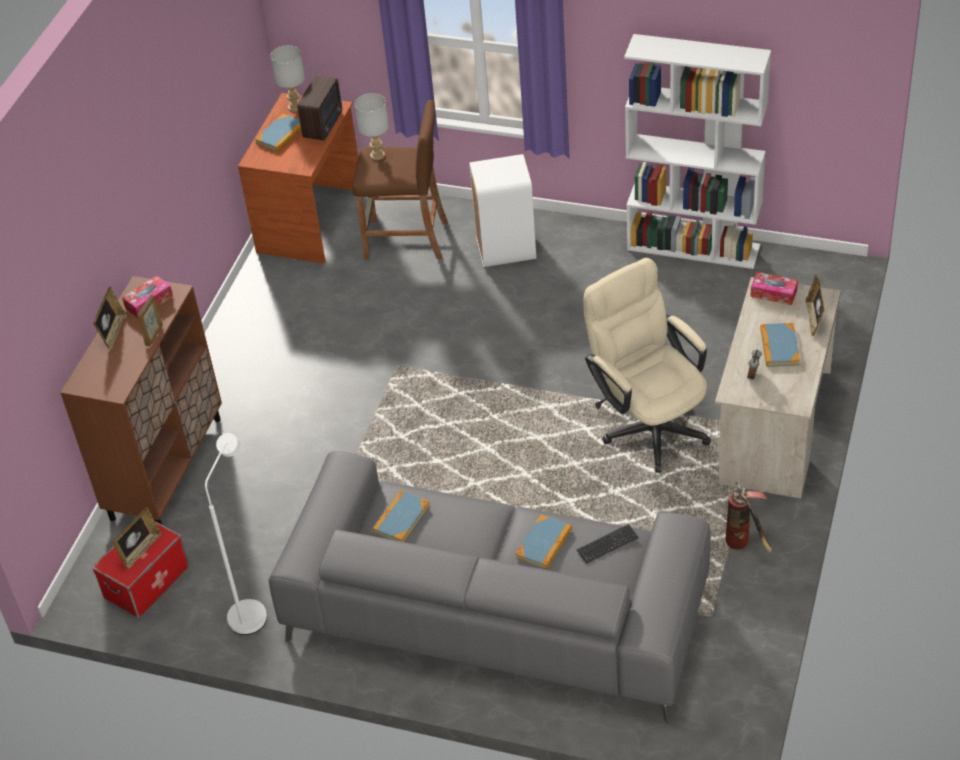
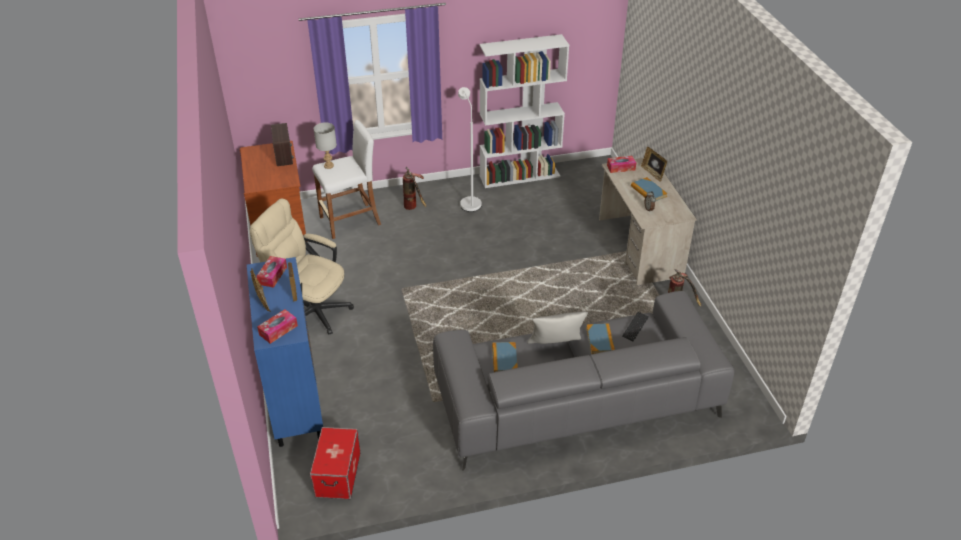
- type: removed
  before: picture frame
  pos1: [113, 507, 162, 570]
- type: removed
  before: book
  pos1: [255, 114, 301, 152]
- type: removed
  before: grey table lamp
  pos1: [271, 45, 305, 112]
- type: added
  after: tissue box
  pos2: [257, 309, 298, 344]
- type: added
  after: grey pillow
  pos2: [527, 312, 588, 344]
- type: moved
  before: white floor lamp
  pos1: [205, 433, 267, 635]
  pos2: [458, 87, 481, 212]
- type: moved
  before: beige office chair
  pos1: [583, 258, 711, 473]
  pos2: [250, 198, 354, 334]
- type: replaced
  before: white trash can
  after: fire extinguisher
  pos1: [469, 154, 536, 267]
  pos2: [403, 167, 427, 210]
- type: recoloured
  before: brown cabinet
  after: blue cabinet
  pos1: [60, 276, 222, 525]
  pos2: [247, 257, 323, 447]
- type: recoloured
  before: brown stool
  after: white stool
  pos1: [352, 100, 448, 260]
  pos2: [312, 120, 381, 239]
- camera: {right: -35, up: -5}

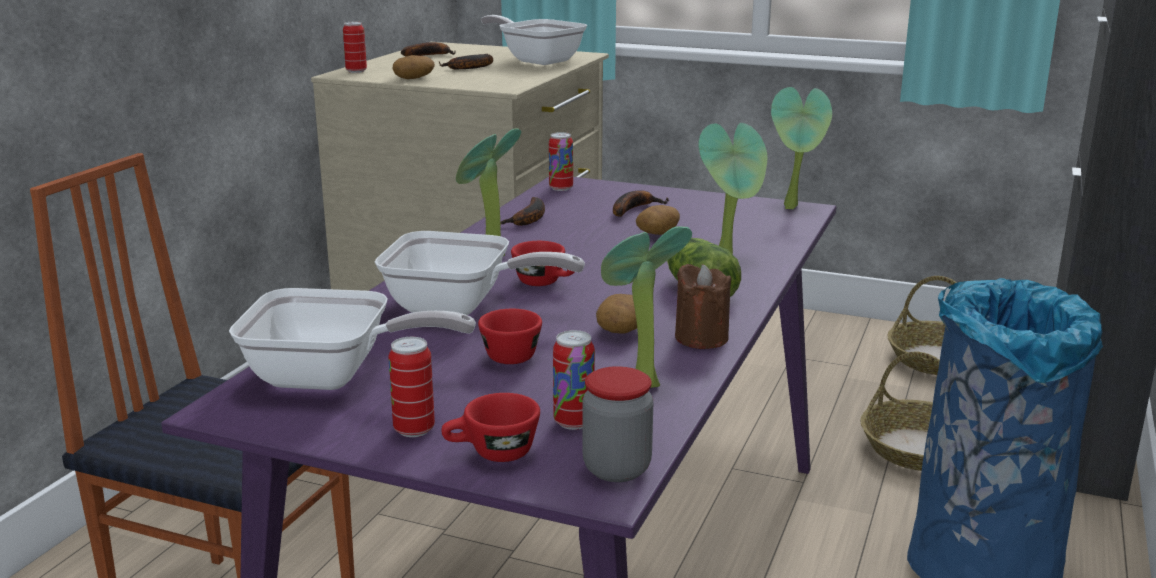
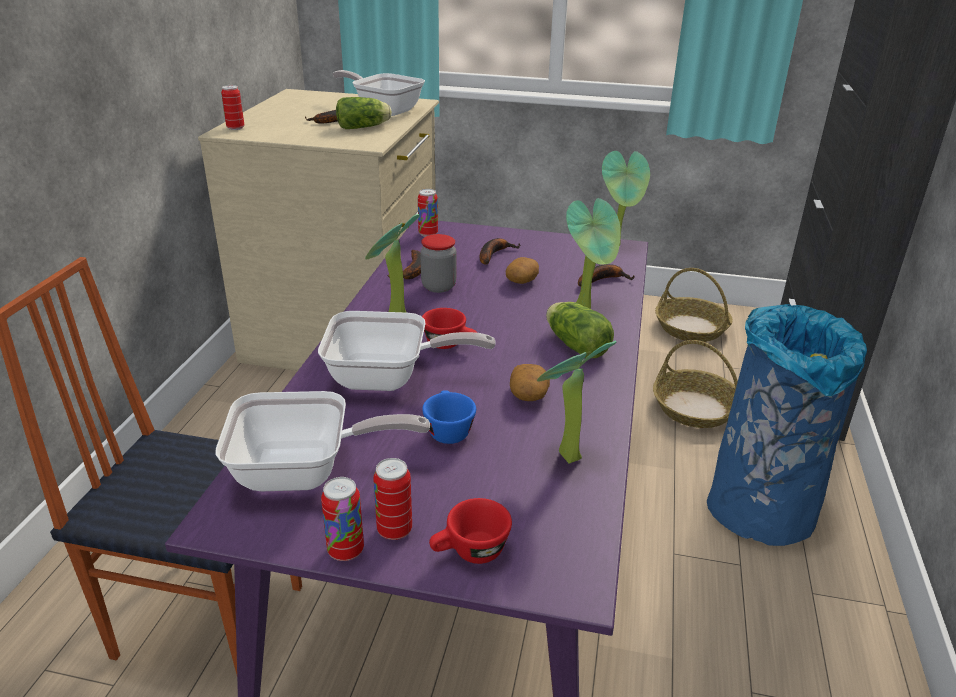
- type: removed
  before: potato
  pos1: [393, 55, 435, 79]
- type: removed
  before: brown candle
  pos1: [675, 264, 731, 349]
- type: added
  after: lettuce
  pos2: [336, 97, 392, 129]
- type: moved
  before: banana
  pos1: [401, 42, 456, 56]
  pos2: [578, 264, 635, 287]
- type: moved
  before: can
  pos1: [553, 330, 595, 430]
  pos2: [321, 477, 364, 561]
- type: moved
  before: jar
  pos1: [582, 366, 653, 482]
  pos2: [420, 234, 456, 293]
- type: recoloured
  before: red cup
  after: blue cup
  pos1: [478, 309, 542, 364]
  pos2: [422, 390, 476, 444]
- camera: {right: -10, up: 10}

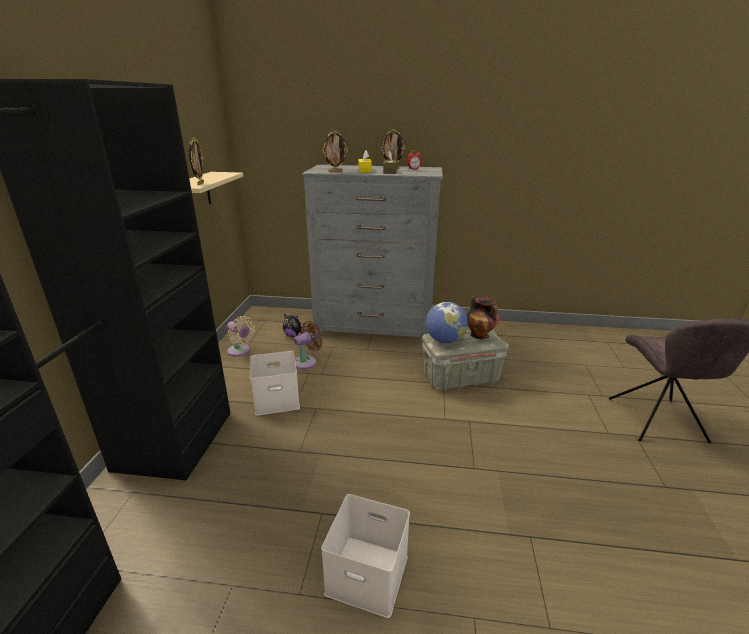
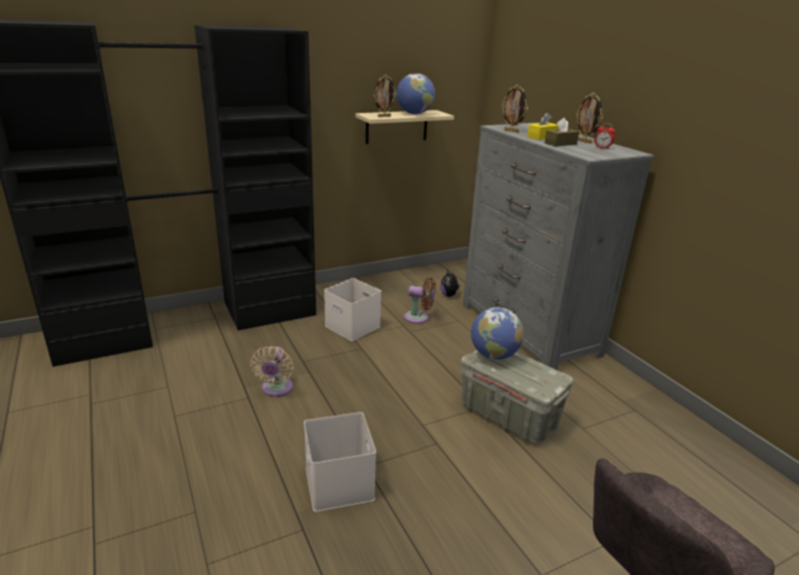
- type: removed
  before: vase
  pos1: [466, 296, 499, 339]
- type: added
  after: globe
  pos2: [396, 73, 435, 114]
- type: moved
  before: beige fan
  pos1: [227, 316, 255, 357]
  pos2: [250, 346, 294, 397]
- type: moved
  before: white storage box
  pos1: [321, 494, 410, 618]
  pos2: [304, 412, 376, 512]
- camera: {right: 55, up: 0}

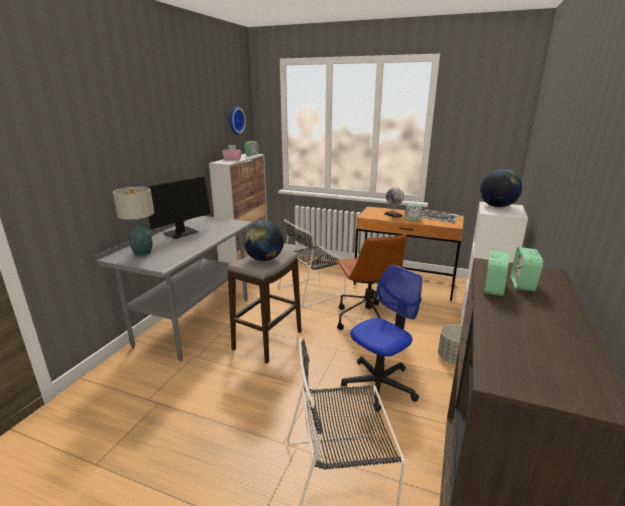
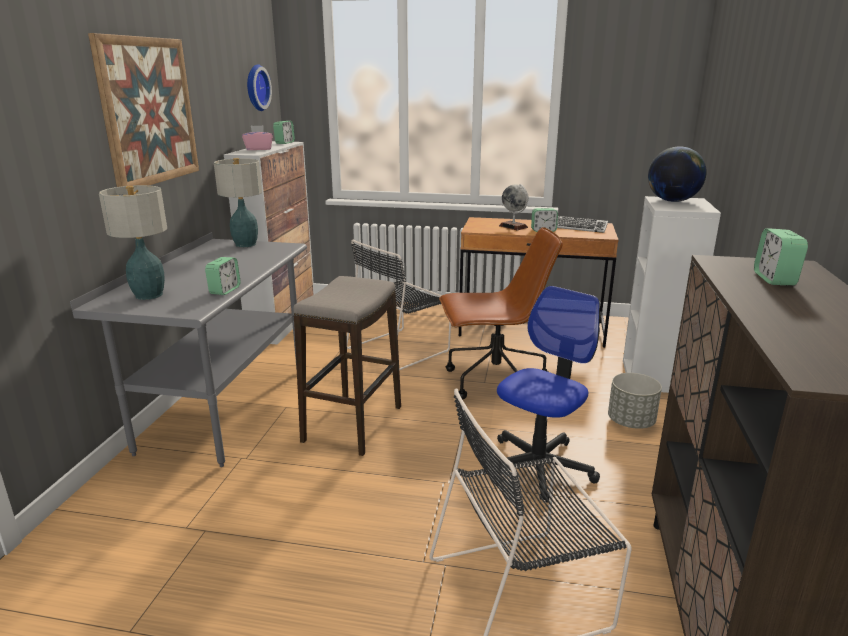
- type: removed
  before: monitor
  pos1: [148, 177, 211, 239]
- type: removed
  before: globe
  pos1: [243, 221, 284, 261]
- type: added
  after: picture
  pos2: [88, 33, 199, 187]
- type: added
  after: table lamp
  pos2: [214, 158, 262, 247]
- type: moved
  before: alarm clock
  pos1: [484, 251, 509, 296]
  pos2: [205, 257, 241, 295]
- type: turned
  before: brown office chair
  pos1: [335, 235, 407, 330]
  pos2: [439, 227, 563, 400]
  turn: -75
- camera: {right: -10, up: 0}

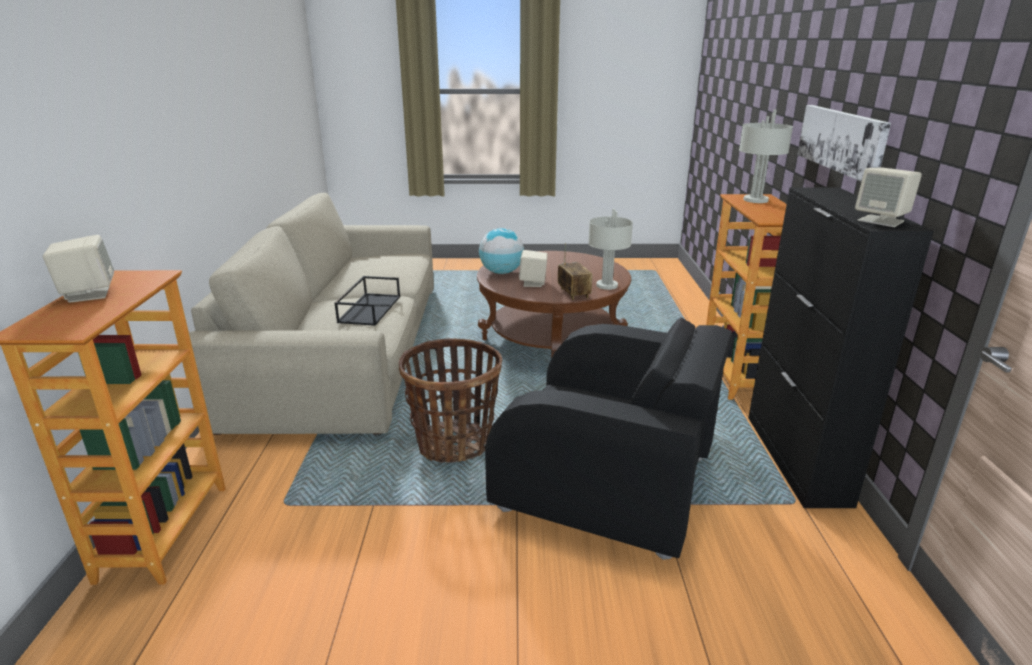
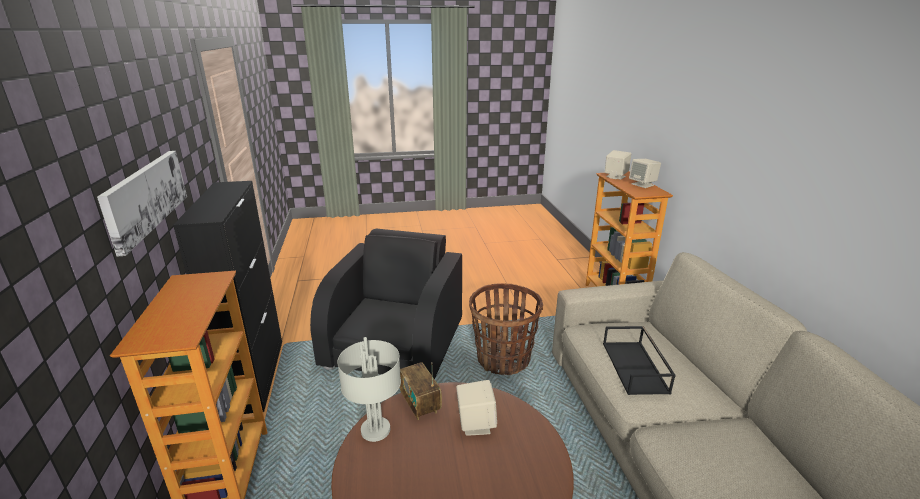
- type: removed
  before: globe
  pos1: [479, 228, 524, 274]
- type: removed
  before: grey table lamp
  pos1: [739, 109, 793, 203]
- type: moved
  before: beige speaker
  pos1: [855, 168, 922, 227]
  pos2: [605, 150, 631, 180]
- type: turned
  before: black armchair
  pos1: [485, 317, 732, 560]
  pos2: [310, 229, 462, 379]
  turn: 90
- camera: {right: 170, up: 0}

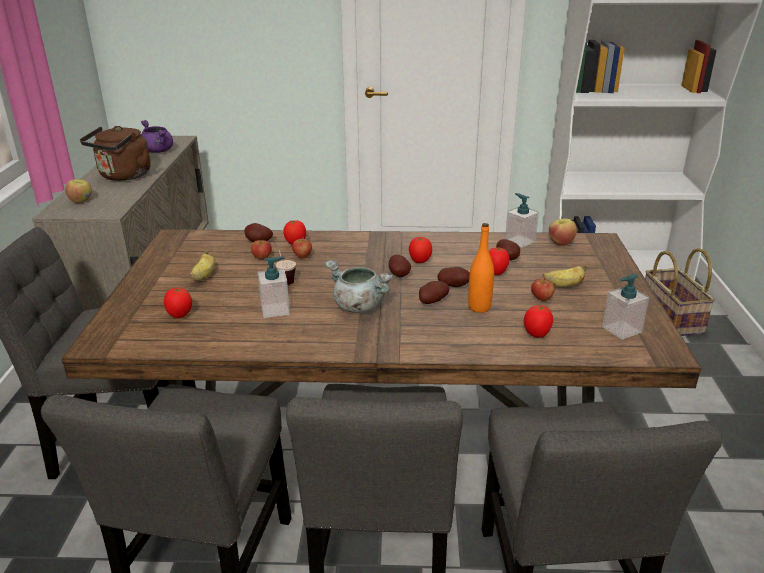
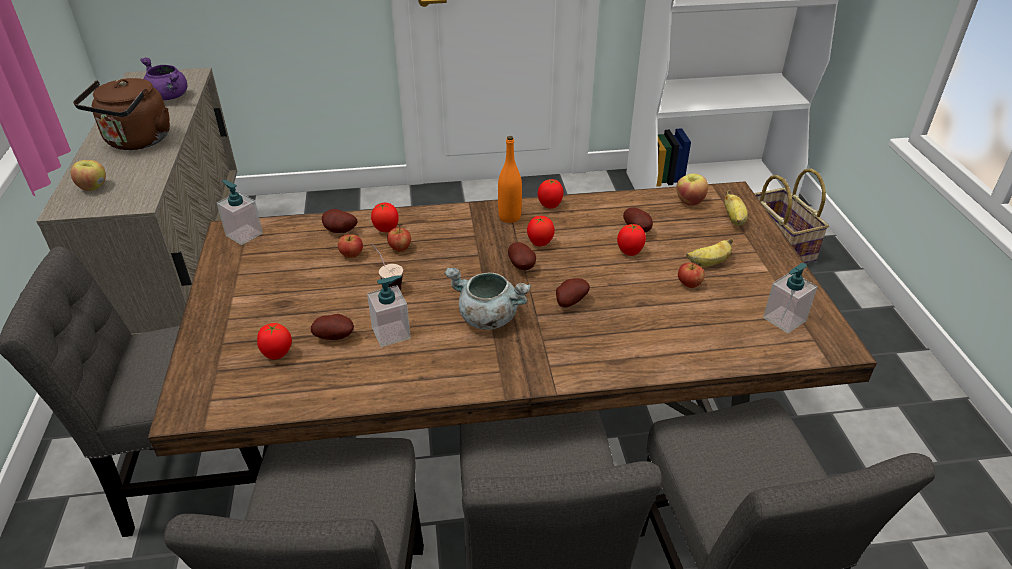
- type: moved
  before: banana
  pos1: [189, 250, 215, 281]
  pos2: [725, 190, 748, 226]
- type: moved
  before: potato
  pos1: [437, 267, 470, 287]
  pos2: [311, 314, 354, 340]
- type: moved
  before: orange bottle
  pos1: [468, 223, 494, 313]
  pos2: [498, 136, 522, 223]
- type: moved
  before: soap dispenser
  pos1: [505, 193, 539, 248]
  pos2: [217, 180, 263, 245]
- type: moved
  before: tomato
  pos1: [524, 305, 553, 338]
  pos2: [538, 179, 564, 209]
- camera: {right: -10, up: 10}

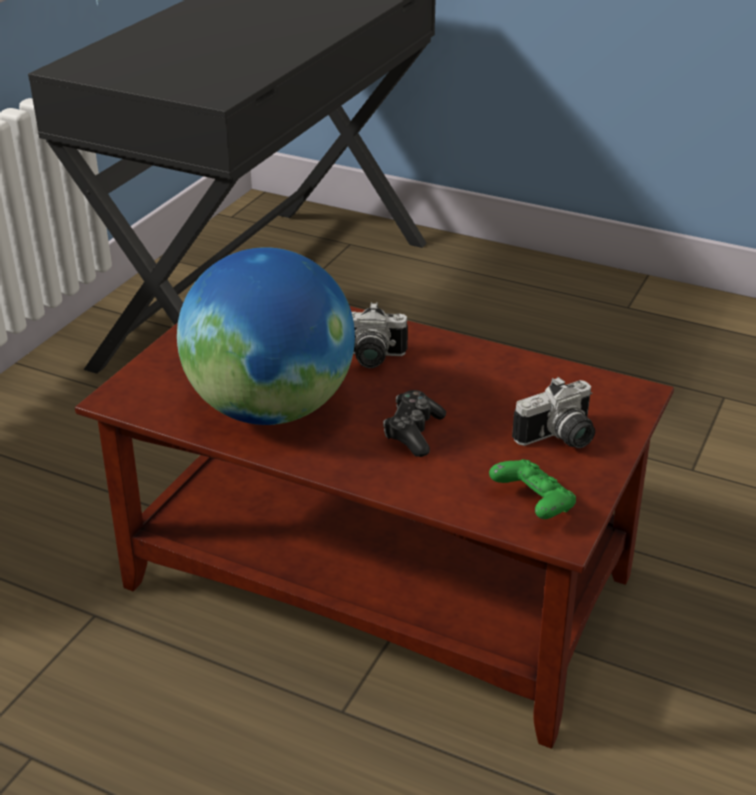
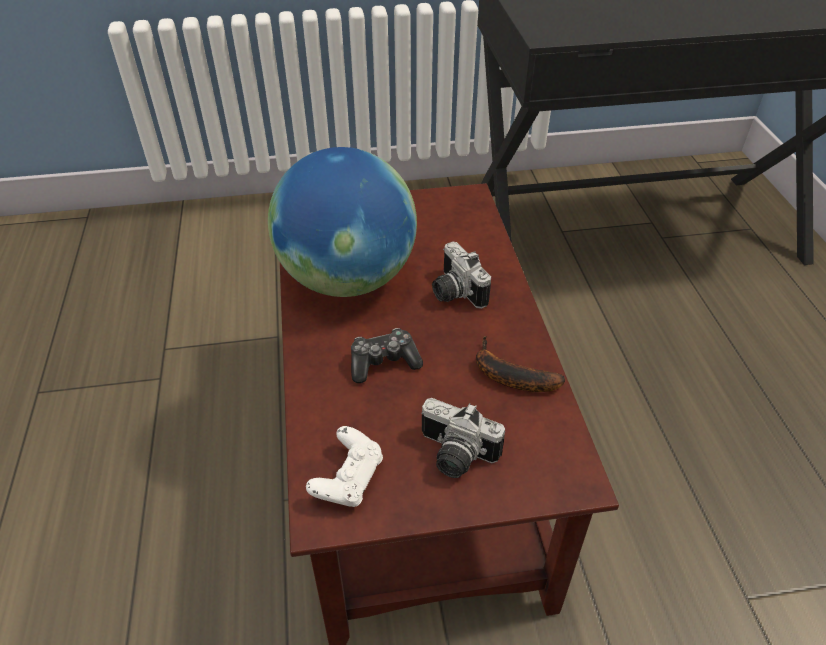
- type: added
  after: banana
  pos2: [476, 336, 565, 392]
- type: recoloured
  before: green game controller
  after: white game controller
  pos1: [489, 459, 576, 519]
  pos2: [306, 426, 383, 507]
- camera: {right: 55, up: 10}

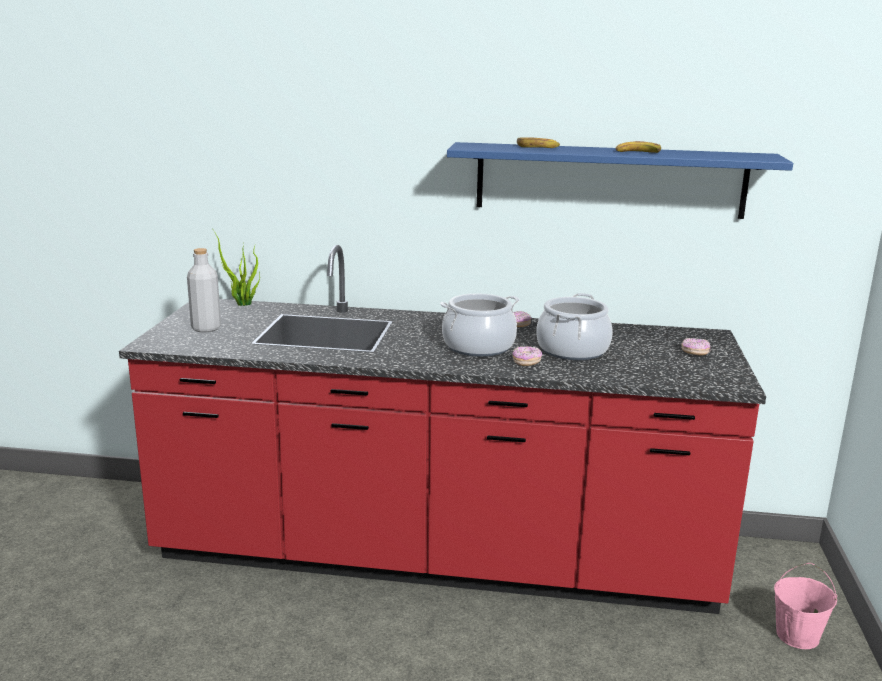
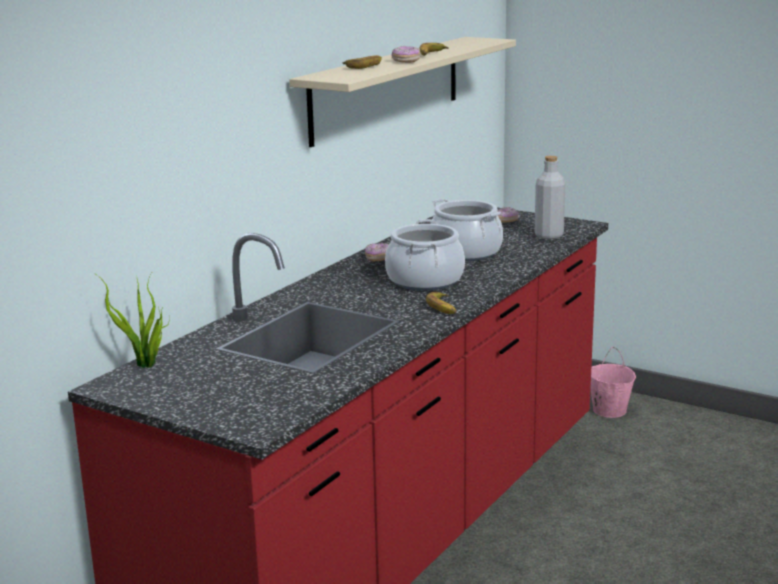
- type: added
  after: banana
  pos2: [426, 292, 457, 314]
- type: moved
  before: grey bottle
  pos1: [187, 248, 221, 332]
  pos2: [535, 156, 565, 239]
- type: moved
  before: donut
  pos1: [513, 346, 542, 366]
  pos2: [391, 46, 420, 63]
- type: recoloured
  before: blue shelf
  after: beige shelf
  pos1: [447, 142, 793, 219]
  pos2: [290, 37, 516, 147]
- camera: {right: -65, up: 0}

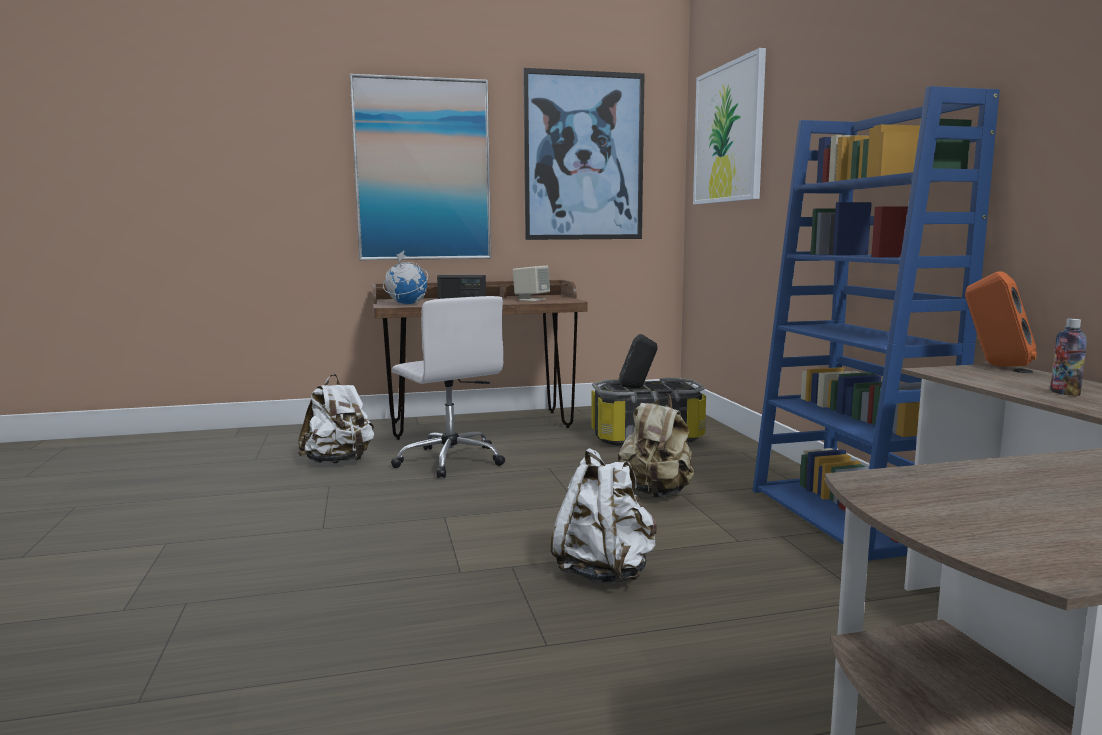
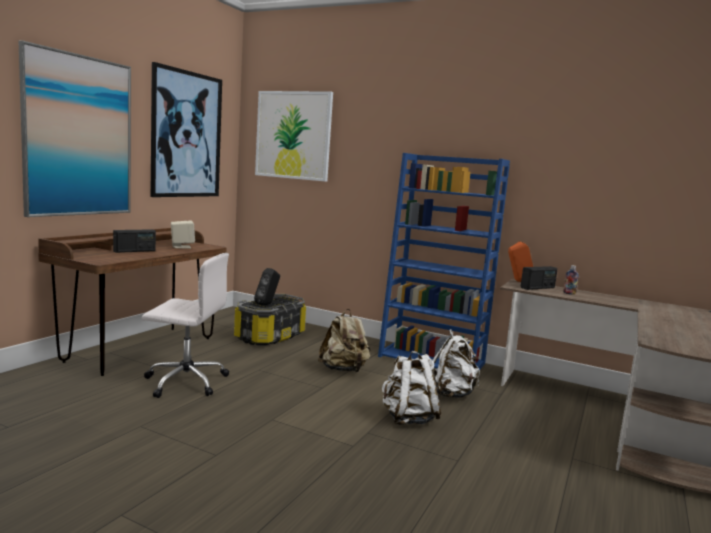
- type: removed
  before: globe
  pos1: [383, 250, 428, 304]
- type: added
  after: radio
  pos2: [521, 266, 557, 290]
- type: moved
  before: white backpack
  pos1: [298, 374, 375, 463]
  pos2: [433, 329, 480, 398]
- camera: {right: -50, up: 0}

